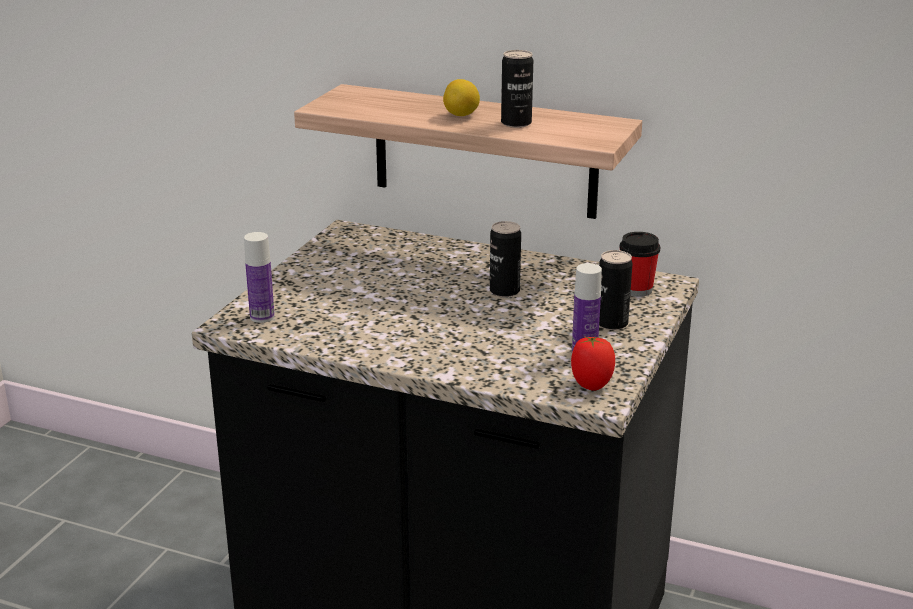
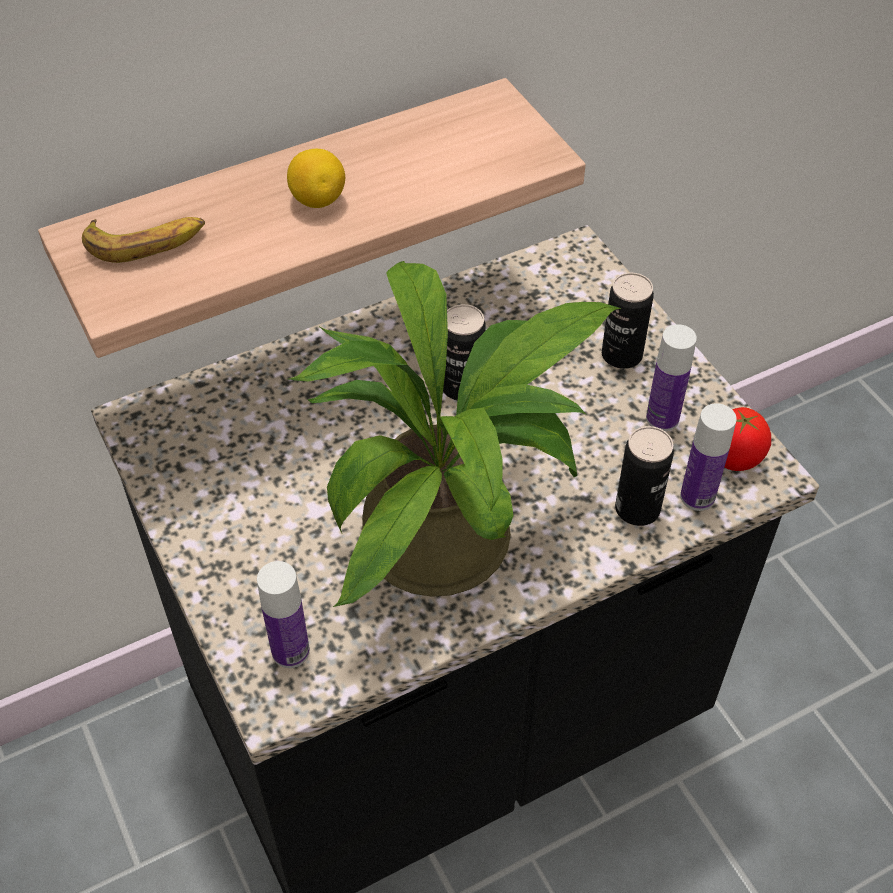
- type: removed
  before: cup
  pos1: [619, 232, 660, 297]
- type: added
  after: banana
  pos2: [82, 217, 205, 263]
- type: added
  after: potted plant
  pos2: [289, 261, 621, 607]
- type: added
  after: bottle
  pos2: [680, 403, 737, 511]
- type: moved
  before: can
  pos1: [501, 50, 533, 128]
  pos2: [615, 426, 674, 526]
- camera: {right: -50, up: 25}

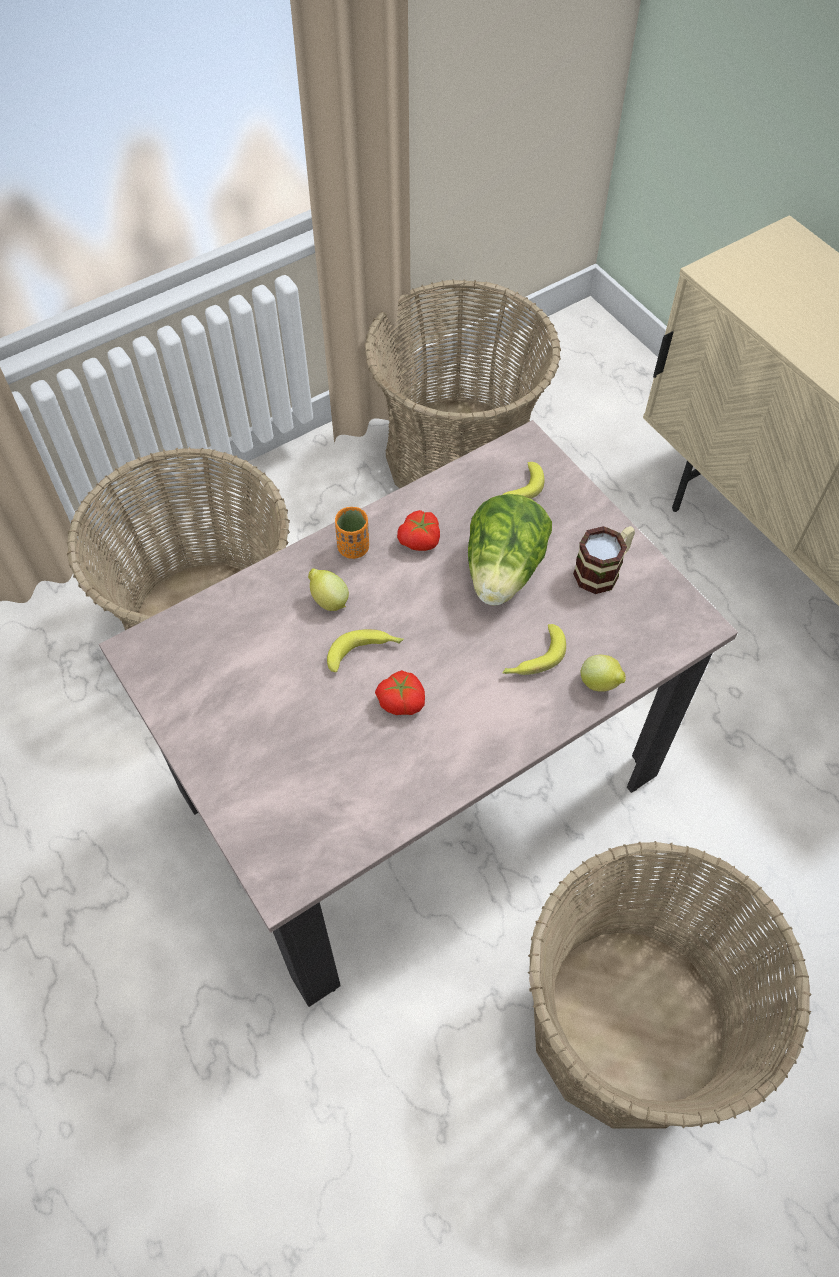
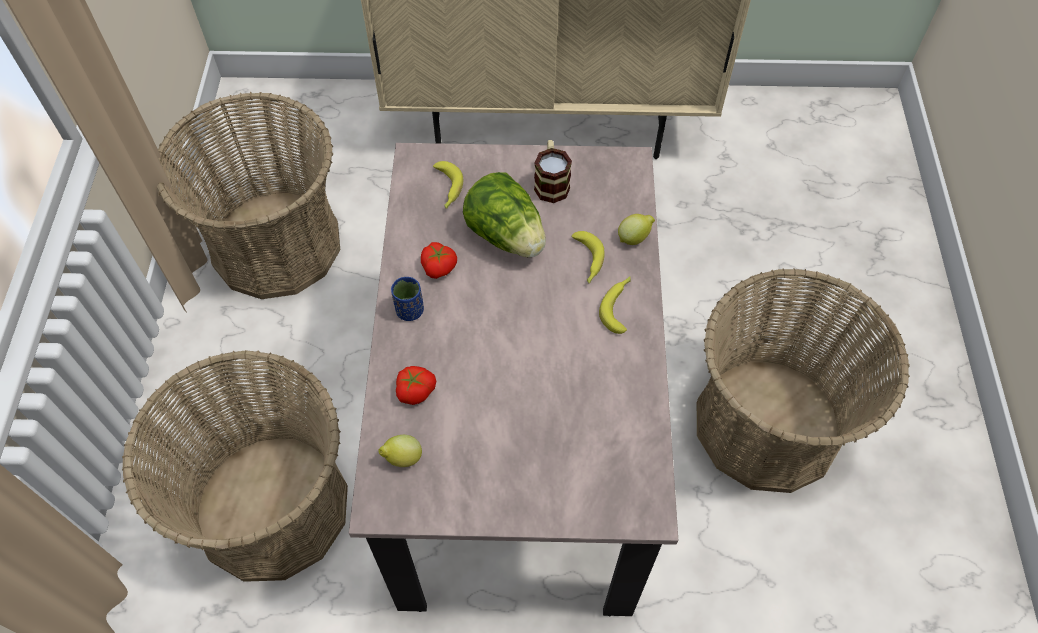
- type: moved
  before: lemon
  pos1: [308, 568, 349, 611]
  pos2: [378, 435, 422, 467]
- type: moved
  before: banana
  pos1: [327, 629, 404, 672]
  pos2: [599, 276, 631, 334]
- type: moved
  before: tomato
  pos1: [375, 670, 425, 715]
  pos2: [396, 366, 436, 405]
- type: recoloured
  before: orange cup
  after: blue cup
  pos1: [335, 507, 369, 559]
  pos2: [391, 277, 424, 321]
- camera: {right: -55, up: 0}

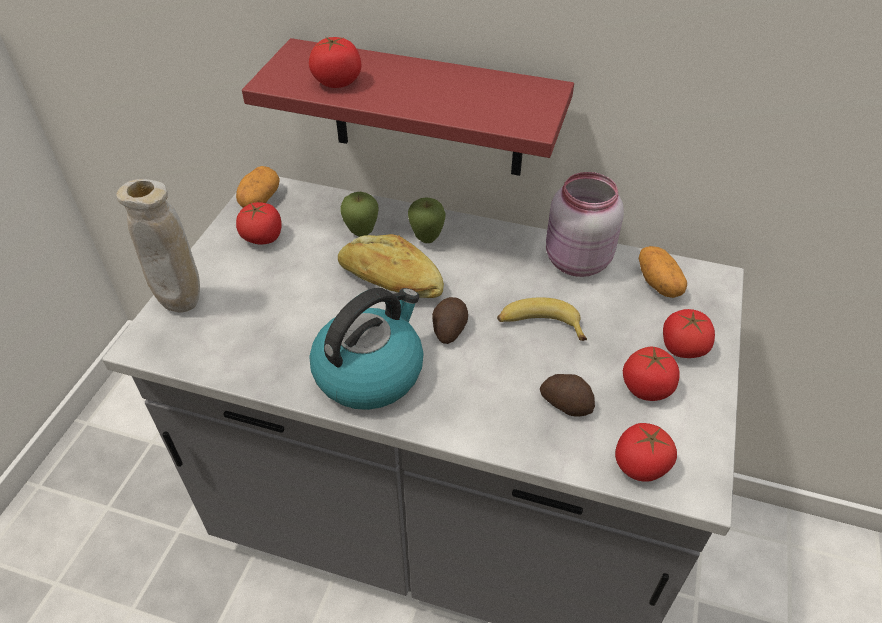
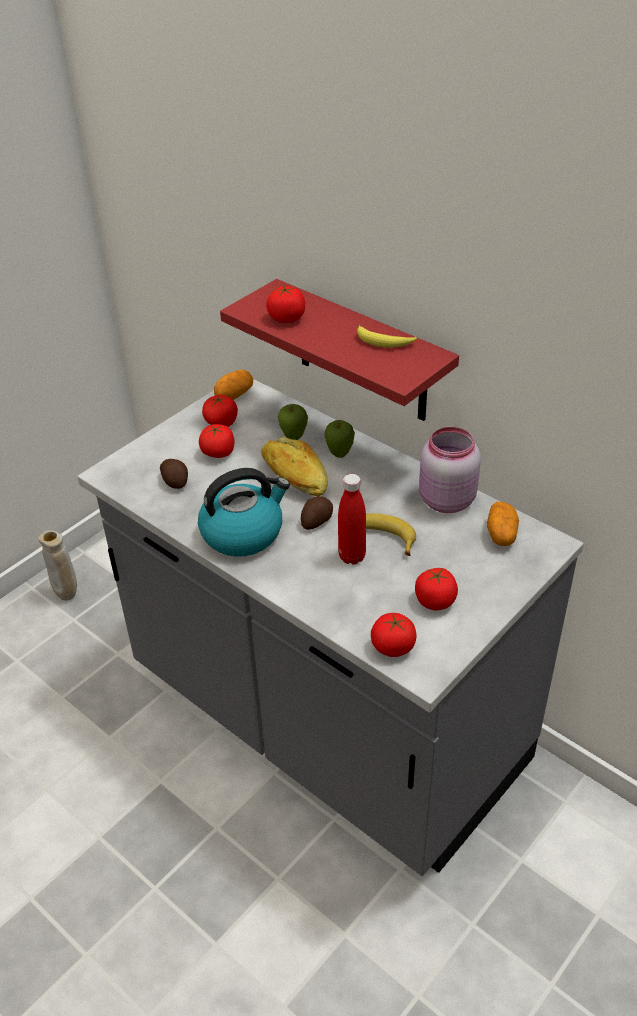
- type: added
  after: red bottle
  pos2: [338, 474, 366, 565]
- type: added
  after: banana
  pos2: [357, 324, 417, 348]
- type: moved
  before: beige vase
  pos1: [116, 179, 200, 313]
  pos2: [38, 530, 77, 600]
- type: moved
  before: potato
  pos1: [540, 374, 595, 417]
  pos2: [160, 459, 188, 489]
- type: moved
  before: tomato
  pos1: [663, 309, 715, 358]
  pos2: [199, 424, 235, 458]
- camera: {right: 25, up: -5}

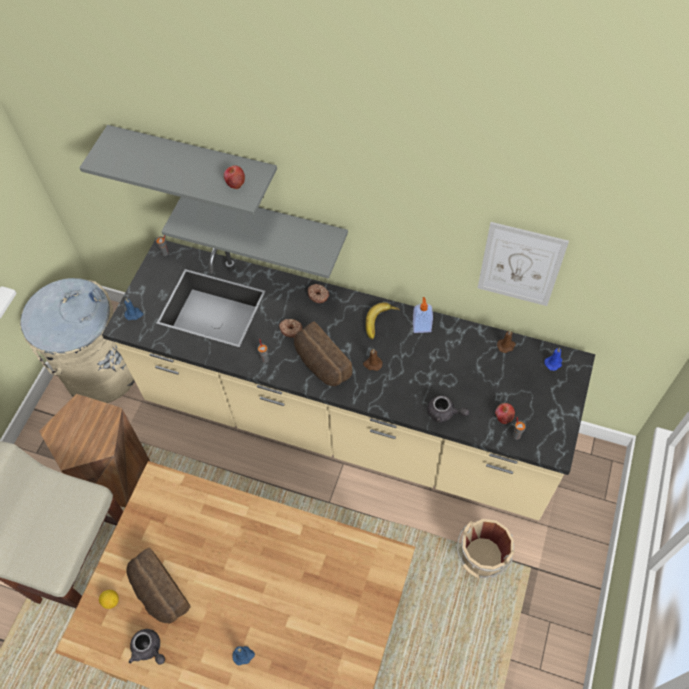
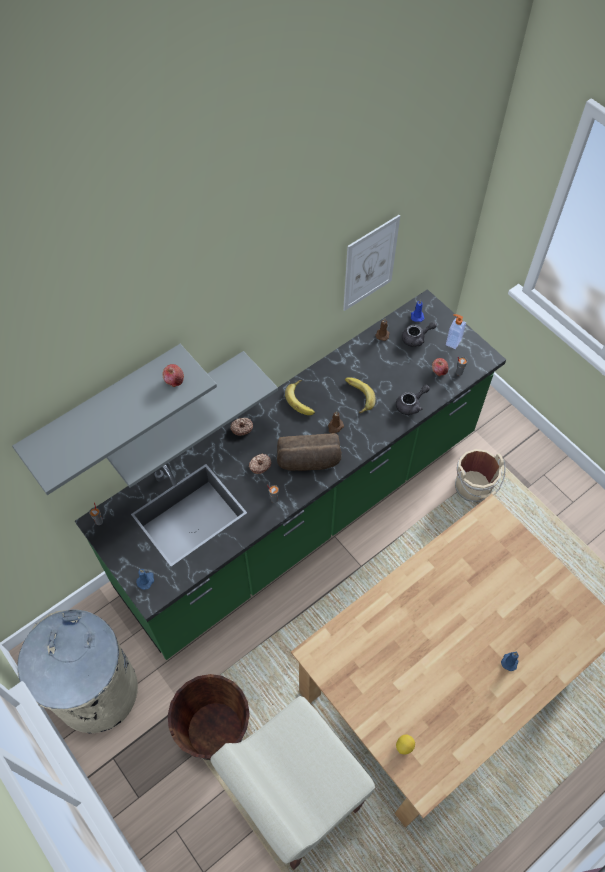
- type: removed
  before: bread
  pos1: [126, 548, 191, 623]
- type: added
  after: banana
  pos2: [345, 378, 376, 413]
- type: moved
  before: grey teapot
  pos1: [129, 629, 165, 665]
  pos2: [402, 321, 437, 347]
- type: moved
  before: soap dispenser
  pos1: [413, 297, 433, 333]
  pos2: [446, 314, 466, 349]
- type: replaced
  before: brown stool
  after: brown bucket
  pos1: [39, 394, 151, 507]
  pos2: [168, 674, 250, 760]
- type: recoloured
  before: beige counter
  after: green counter
  pos1: [102, 239, 595, 521]
  pos2: [75, 289, 506, 660]
- camera: {right: -60, up: 0}

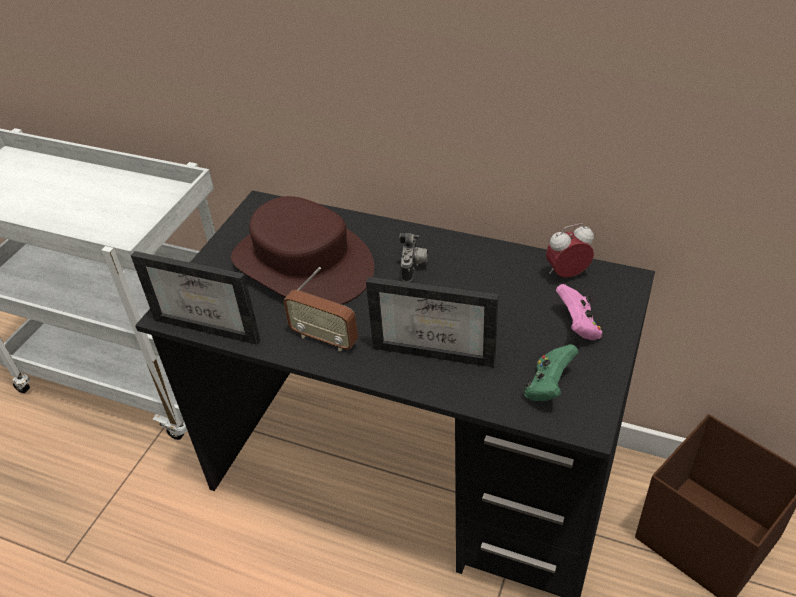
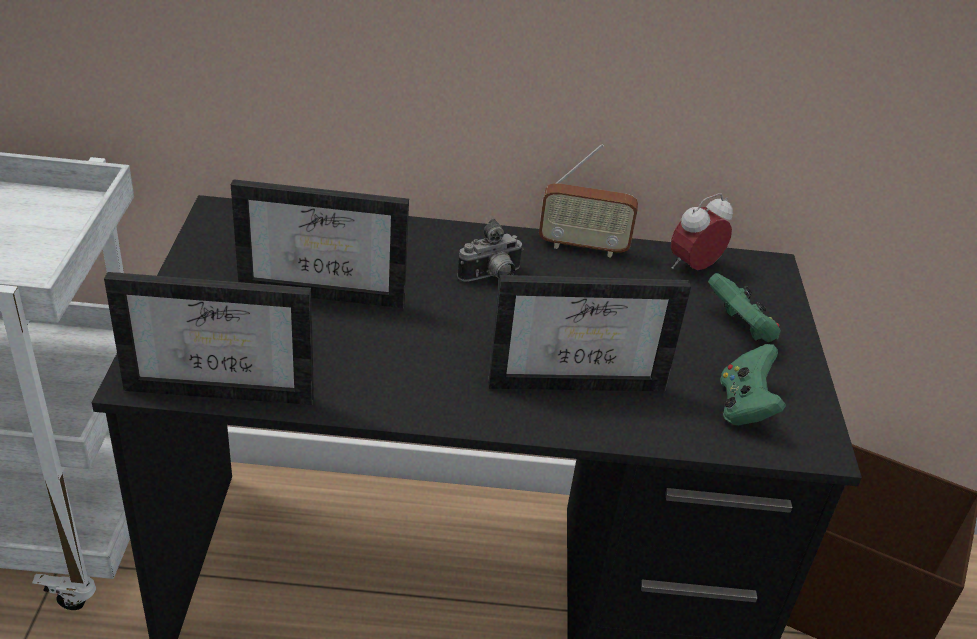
- type: moved
  before: radio
  pos1: [283, 267, 358, 352]
  pos2: [539, 144, 638, 257]
- type: replaced
  before: brown hat
  after: picture frame
  pos1: [231, 196, 374, 305]
  pos2: [231, 179, 409, 308]
- type: recoloured
  before: pink game controller
  after: green game controller
  pos1: [556, 284, 602, 340]
  pos2: [708, 273, 781, 342]
- type: turned
  before: photo camera
  pos1: [399, 233, 428, 282]
  pos2: [457, 219, 524, 282]
  turn: 75
- camera: {right: -25, up: -5}

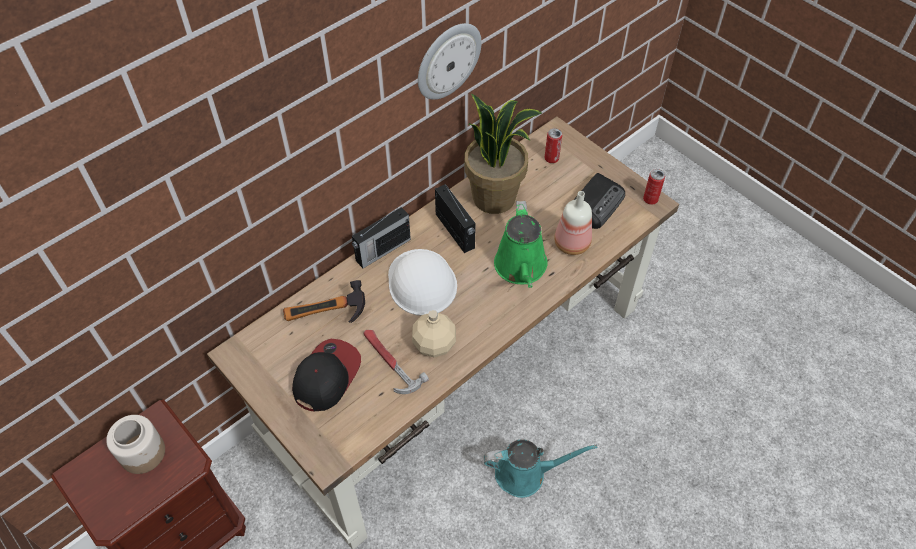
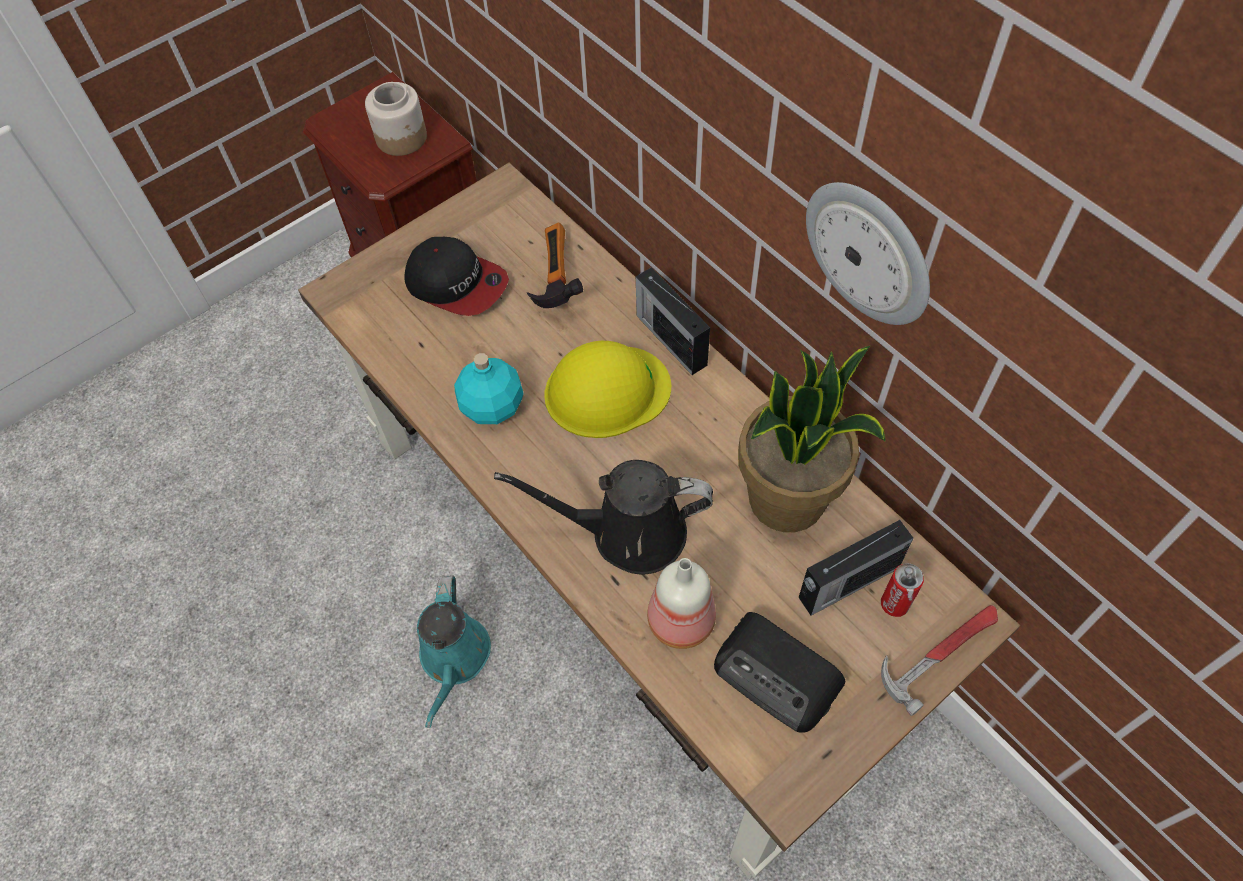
- type: removed
  before: can
  pos1: [643, 169, 665, 205]
- type: moved
  before: hammer
  pos1: [364, 330, 429, 394]
  pos2: [881, 605, 998, 716]
- type: moved
  before: radio
  pos1: [435, 184, 476, 253]
  pos2: [799, 520, 913, 616]
- type: recoloured
  before: white hard hat
  after: yellow hard hat
  pos1: [388, 249, 457, 316]
  pos2: [545, 341, 671, 438]
- type: recoloured
  before: beige bottle
  after: turquoise bottle
  pos1: [412, 310, 456, 357]
  pos2: [454, 353, 524, 424]
- type: recoloured
  before: green watering can
  after: black watering can
  pos1: [494, 201, 548, 288]
  pos2: [494, 460, 713, 575]
- camera: {right: 95, up: 5}

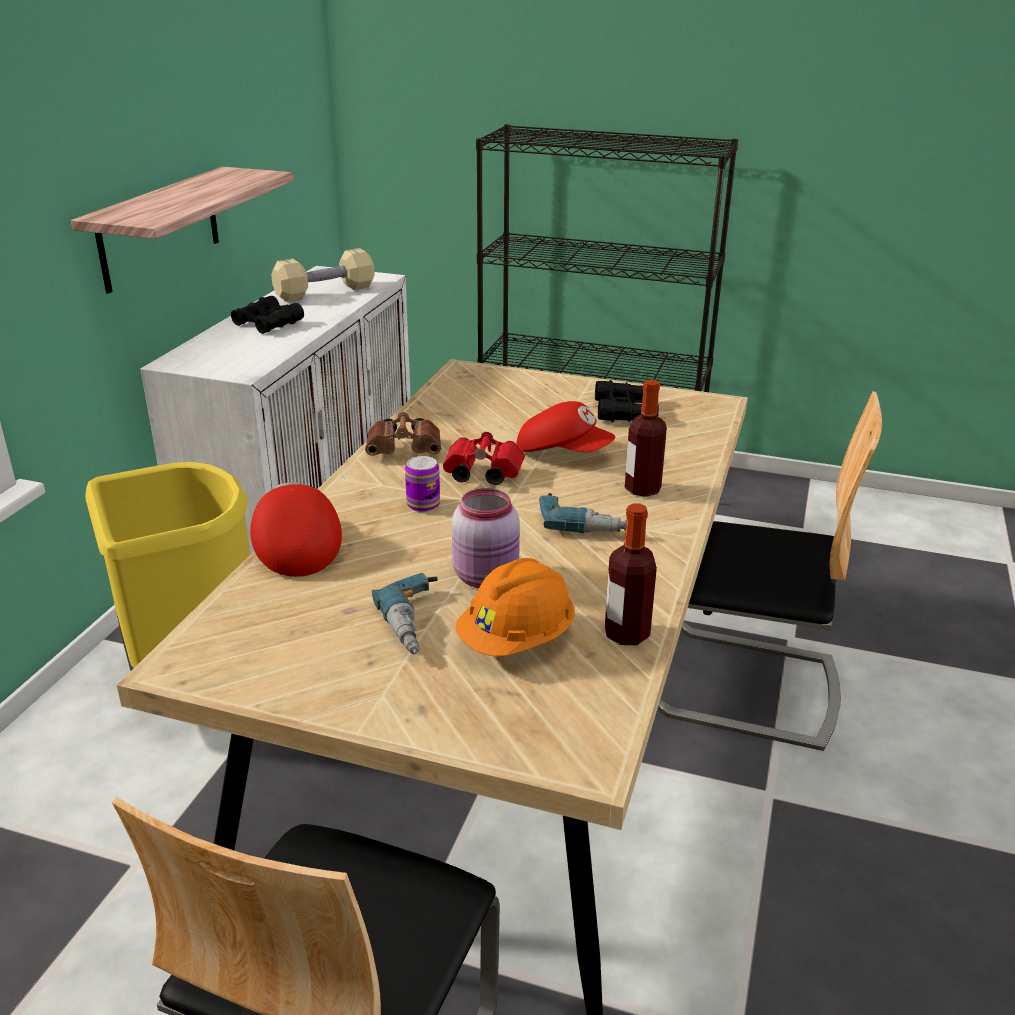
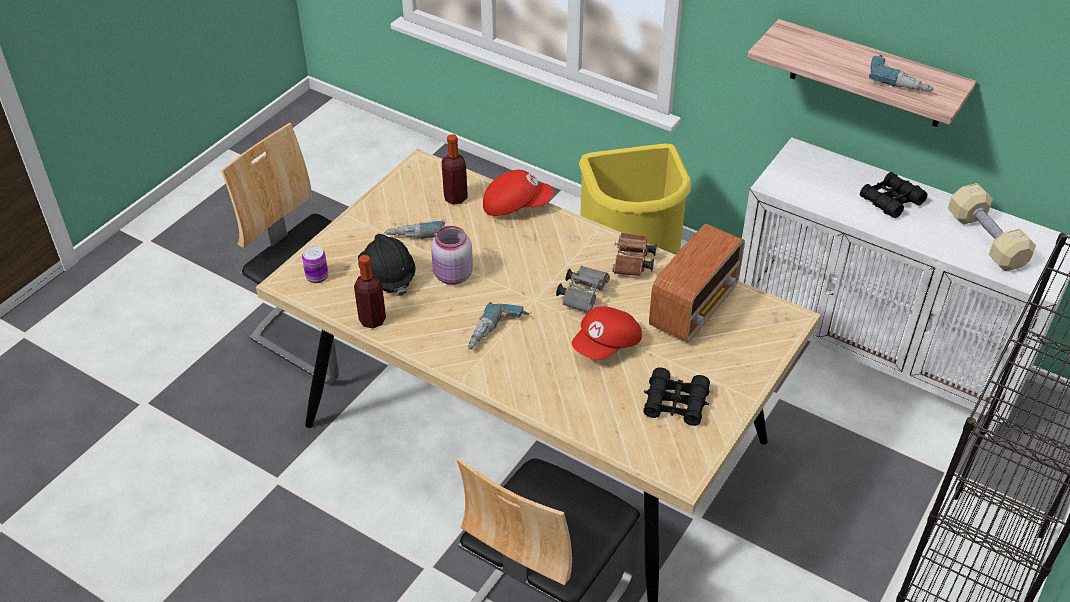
- type: added
  after: radio
  pos2: [649, 224, 745, 343]
- type: added
  after: power drill
  pos2: [869, 55, 935, 92]
- type: moved
  before: can
  pos1: [405, 456, 440, 512]
  pos2: [302, 246, 328, 283]
- type: moved
  before: bottle
  pos1: [625, 379, 667, 497]
  pos2: [442, 134, 468, 205]
- type: recoloured
  before: red binoculars
  after: grey binoculars
  pos1: [443, 432, 525, 485]
  pos2: [556, 266, 610, 313]
- type: recoloured
  before: orange hard hat
  after: black hard hat
  pos1: [456, 558, 575, 657]
  pos2: [358, 234, 416, 296]
- camera: {right: 105, up: 15}

